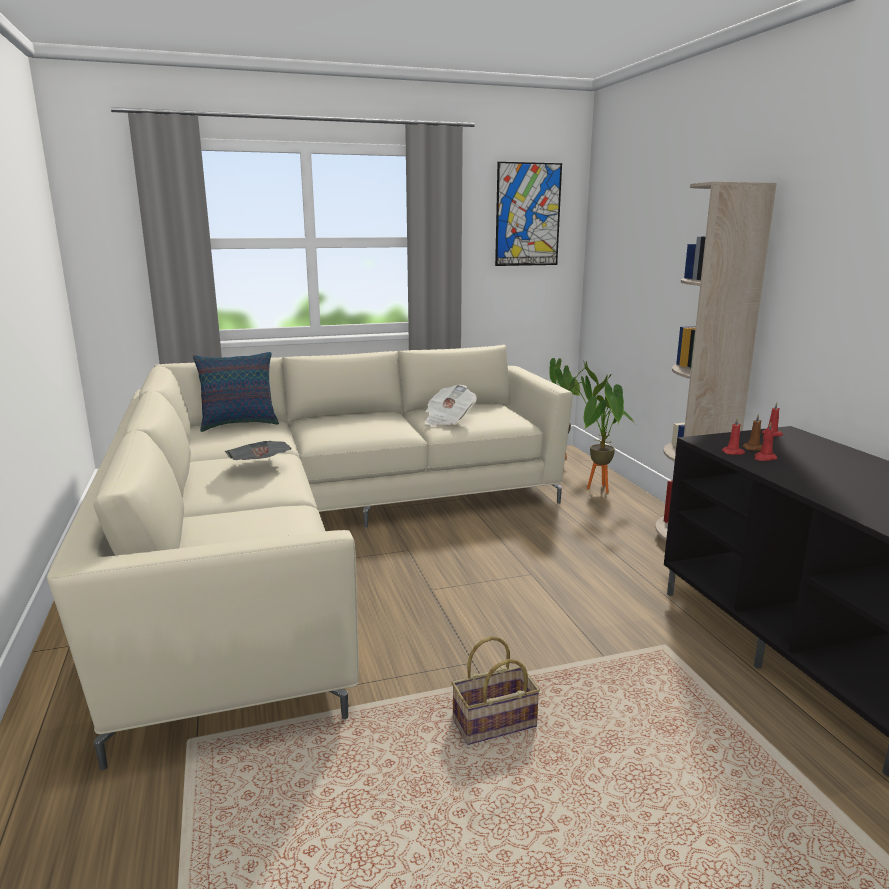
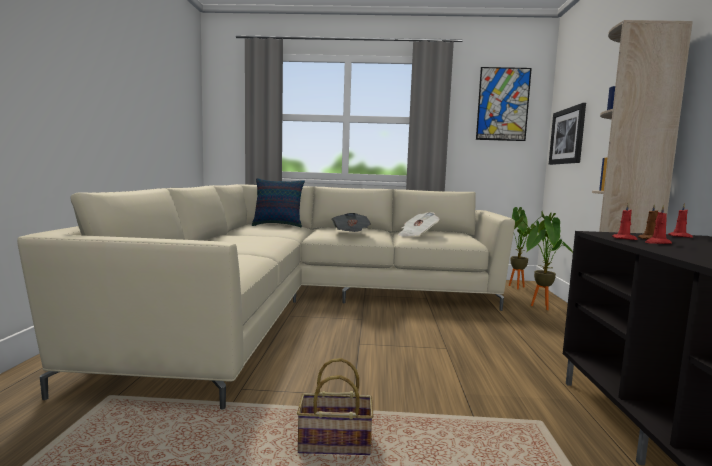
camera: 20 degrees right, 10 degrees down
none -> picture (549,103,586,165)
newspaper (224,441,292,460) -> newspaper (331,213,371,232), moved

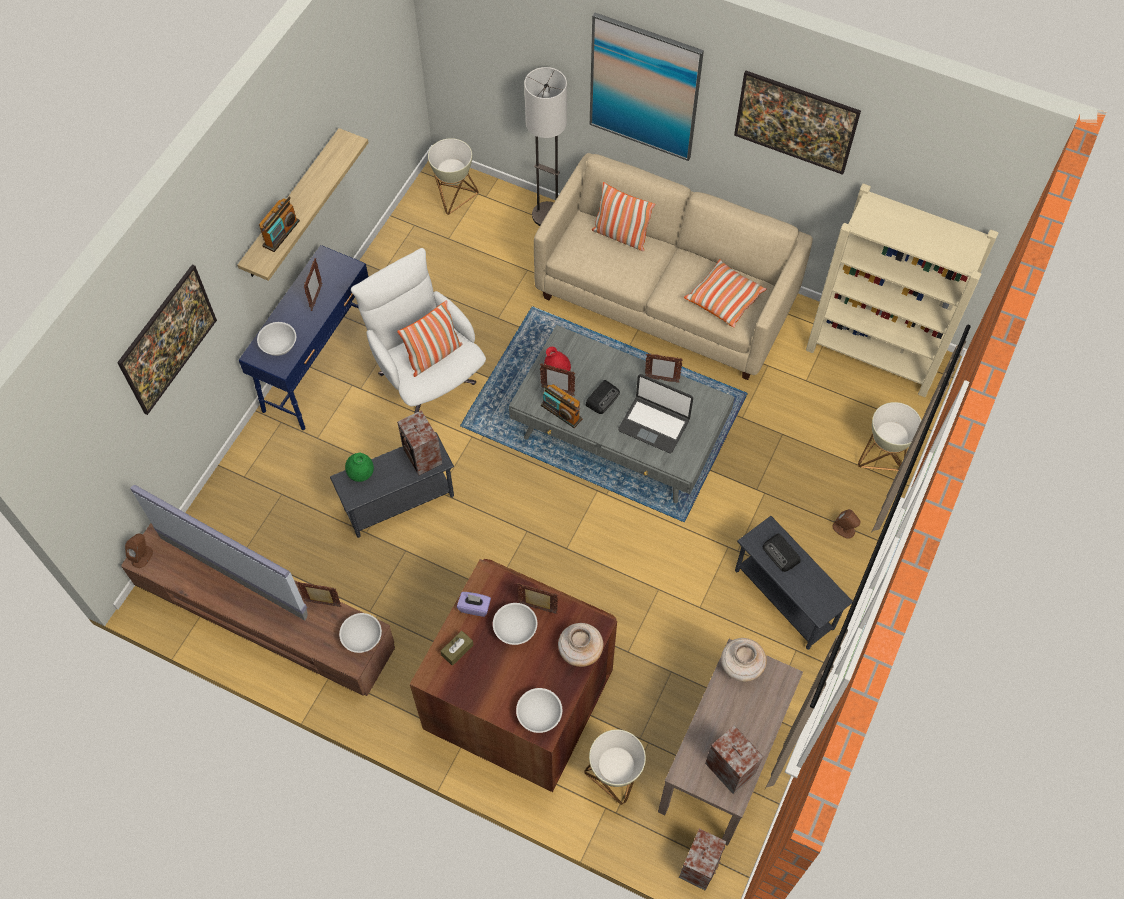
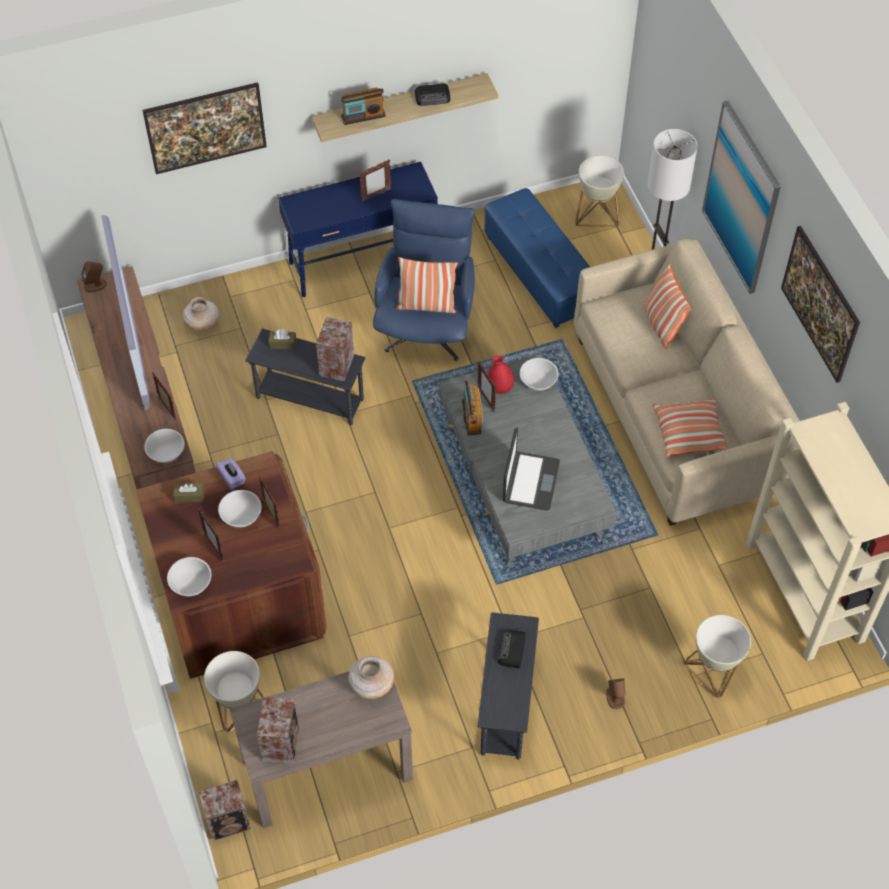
camera: 45 degrees right, 5 degrees down
none -> blue_ottoman (484,188,590,328)
white_bowl (257,322,296,356) -> white_bowl (520,358,558,391), moved
beige_vase (558,623,603,667) -> beige_vase (183,297,220,332), moved
radio (586,380,620,414) -> radio (415,84,450,106), moved
picture_frame (645,353,683,383) -> picture_frame (198,509,225,562), moved
green_vase (345,453,374,482) -> brown_tissue_box (269,329,296,349)
white_armchair (351,248,486,414) -> blue_armchair (373,199,475,361)
laptop (618,374,693,453) -> laptop (502,427,560,510), 150 degrees counterclockwise

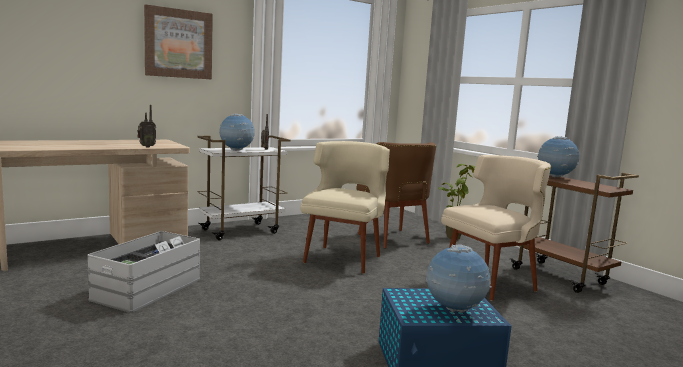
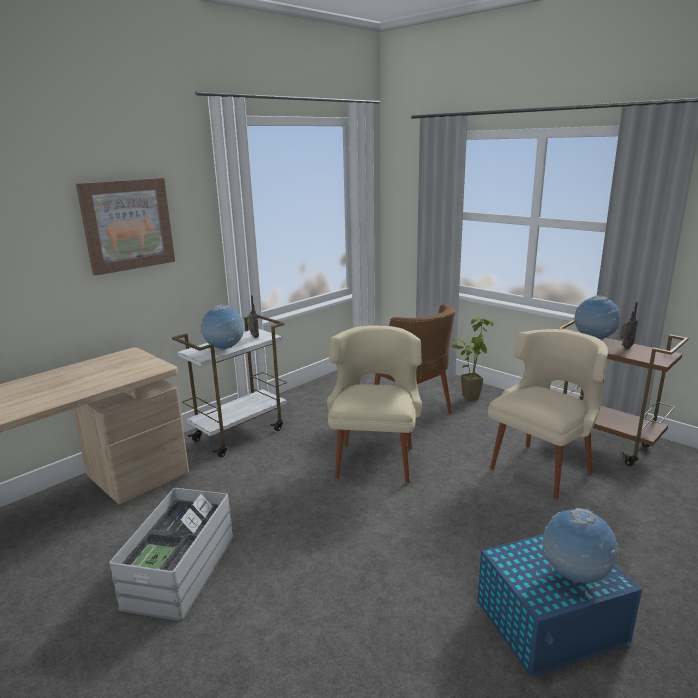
camera: 10 degrees left, 10 degrees up
radio (137,105,156,147) -> radio (620,302,638,348), moved

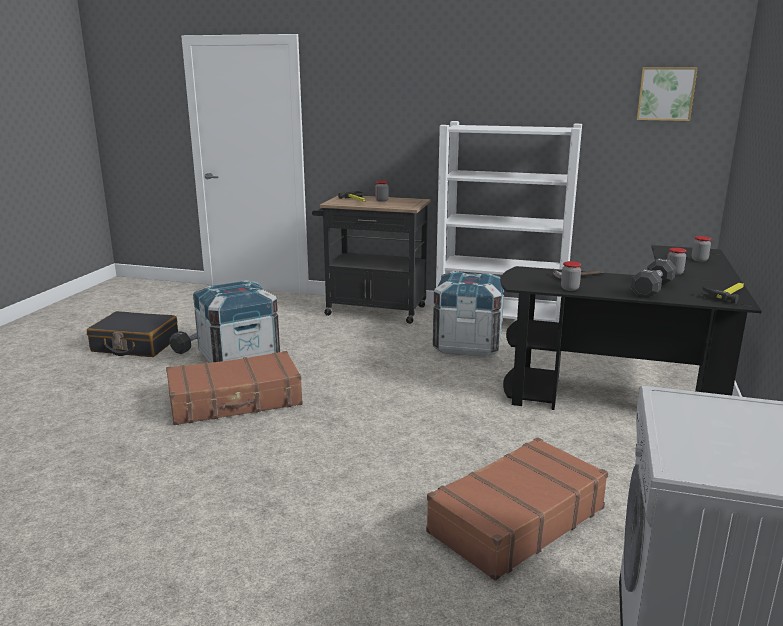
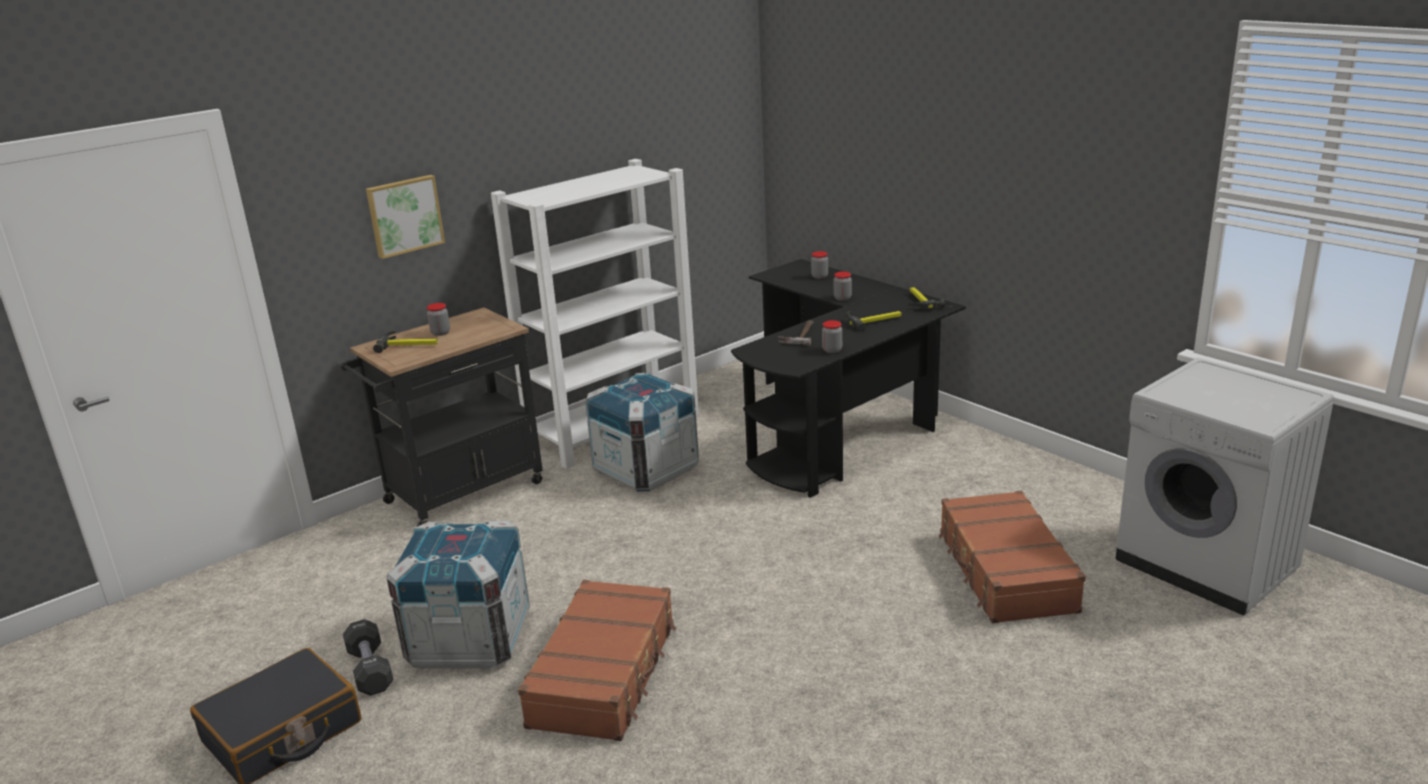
camera: 55 degrees left, 5 degrees up
picture (637,67,698,121) -> picture (366,175,445,259), moved
black_dumbbell (631,258,676,298) -> hammer (847,311,901,331)

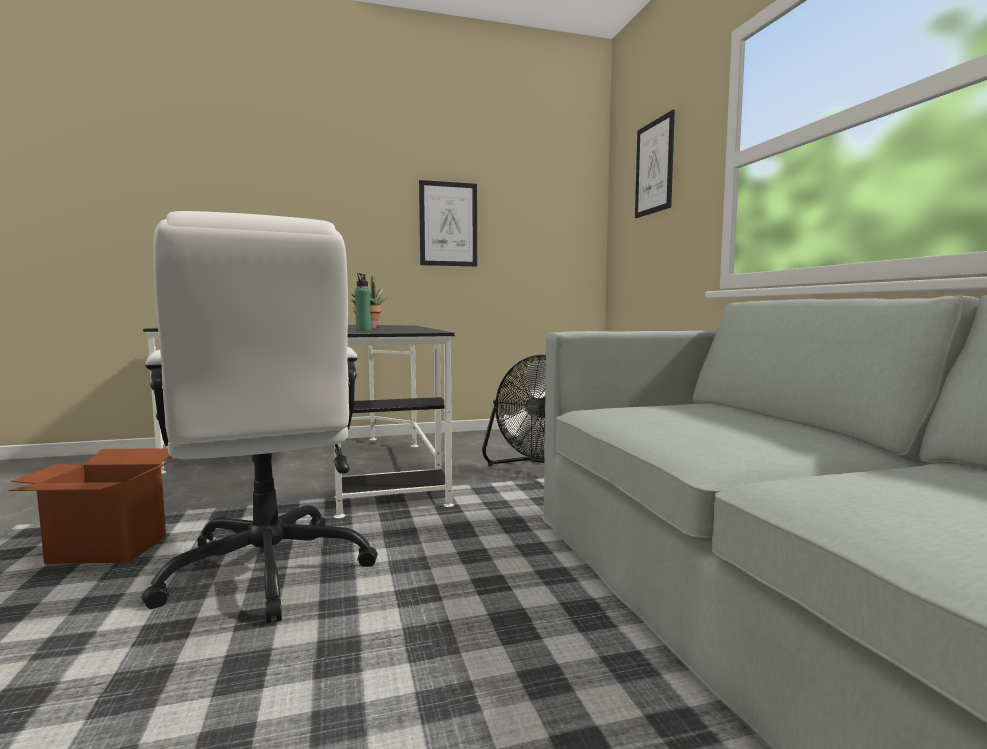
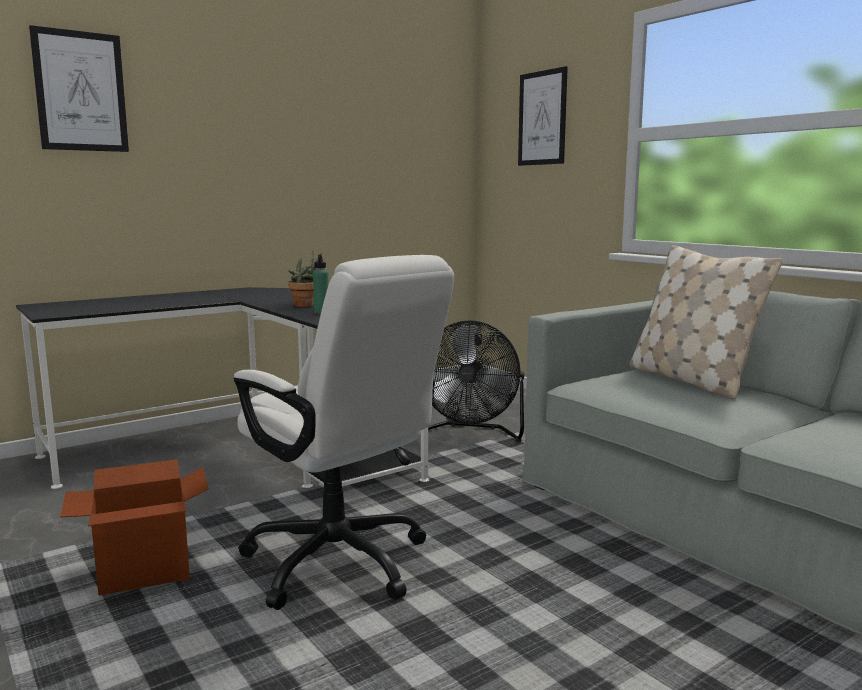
camera: 20 degrees left, 5 degrees up
none -> beige_pillow (629,245,783,399)
picture (419,180,477,266) -> picture (29,25,129,152), moved

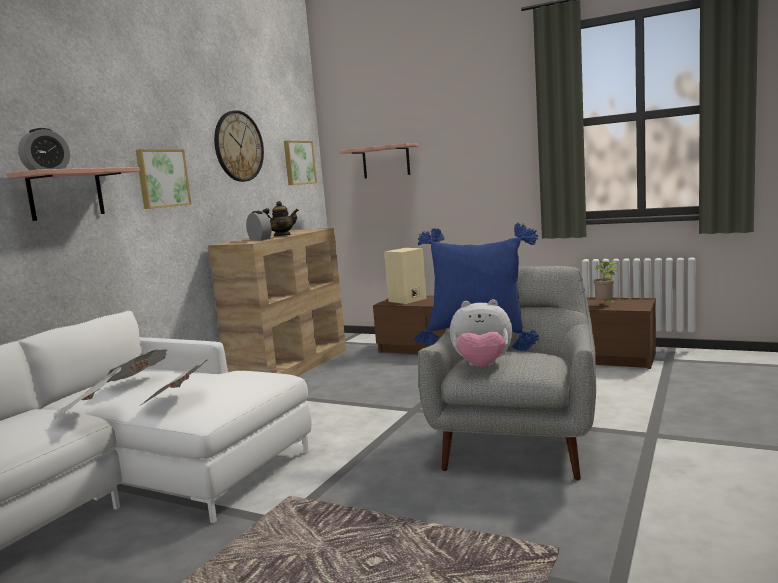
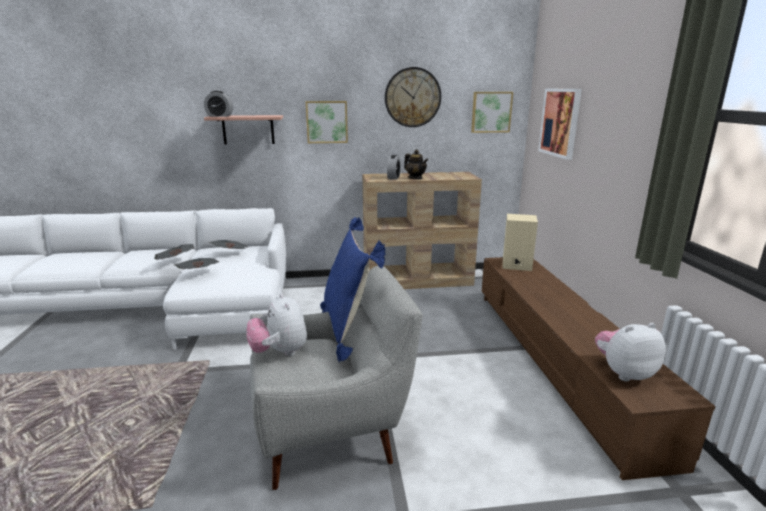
camera: 55 degrees right, 10 degrees up
shelf (339,143,418,178) -> picture (538,88,582,160)
potted_plant (594,261,618,303) -> plush_toy (595,323,666,381)

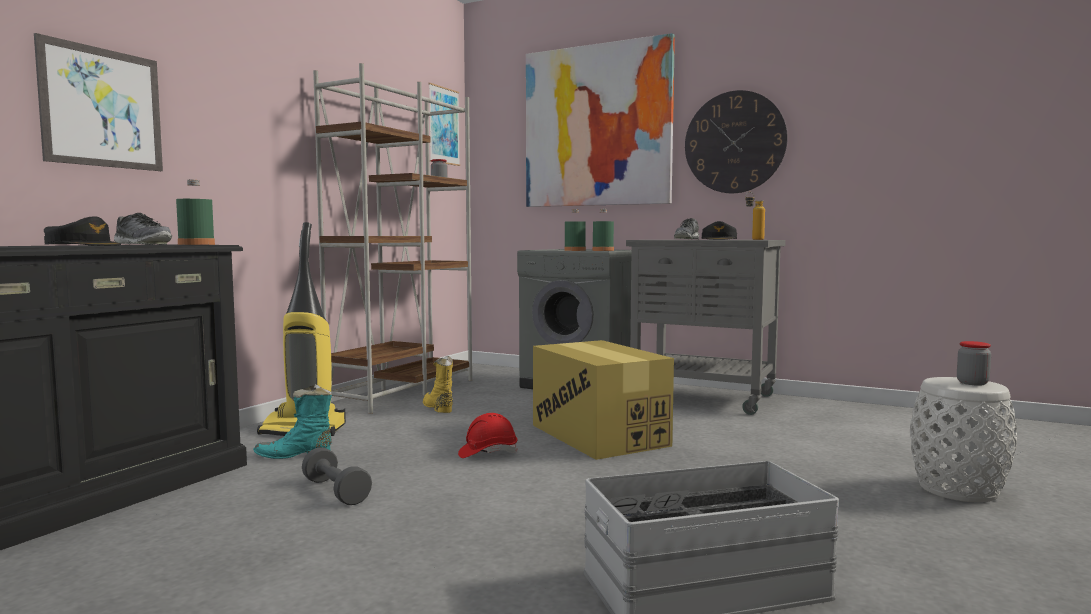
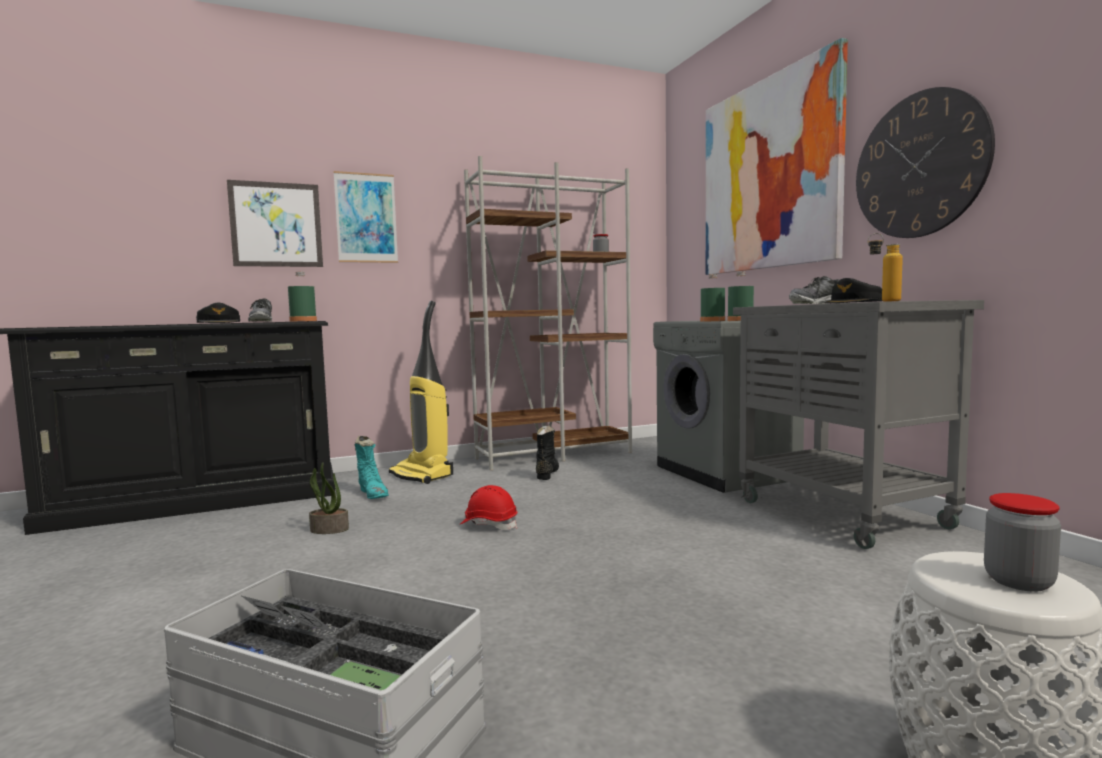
camera: 40 degrees right, 0 degrees up
cardboard_box (533,340,674,460) -> none
picture (428,83,460,166) -> picture (333,171,398,263), moved
grey_dumbbell (302,447,372,505) -> potted_plant (309,462,349,534)
yellow_boot (423,356,453,413) -> black_boot (536,425,559,480)
turquoise_boot (253,384,332,459) -> turquoise_boot (355,436,389,499), 150 degrees counterclockwise

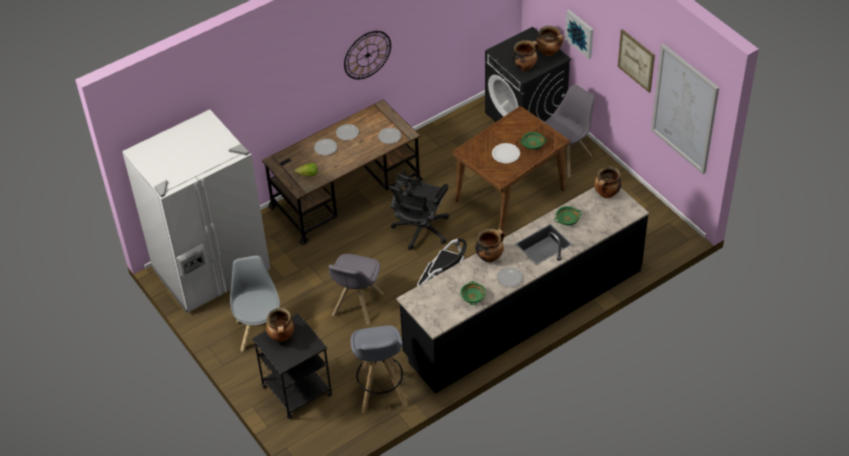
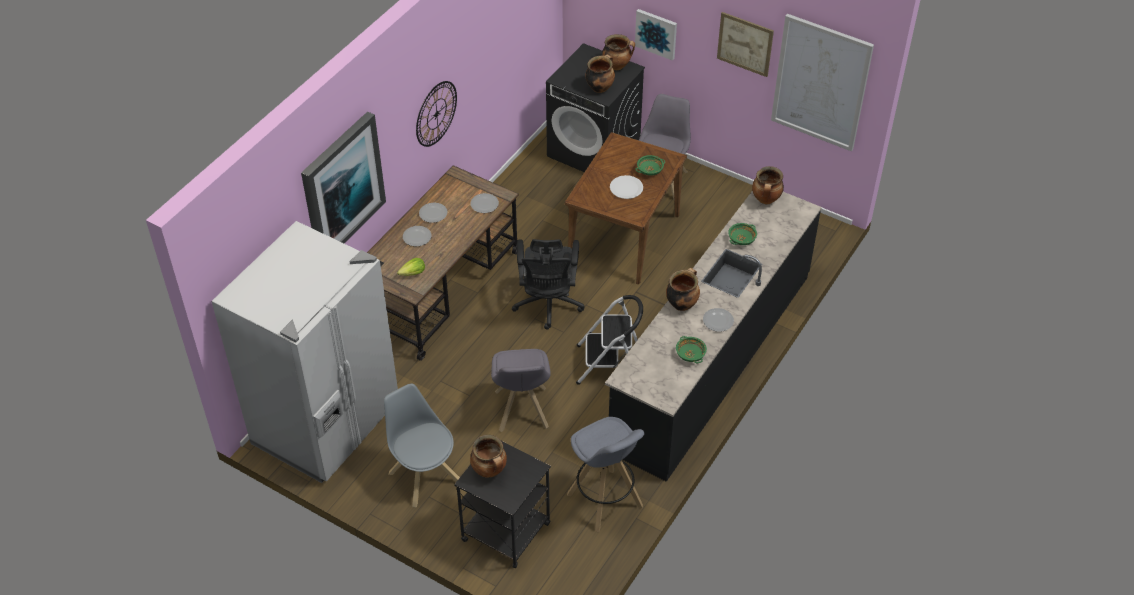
camera: 25 degrees left, 0 degrees up
none -> picture (301,112,386,243)

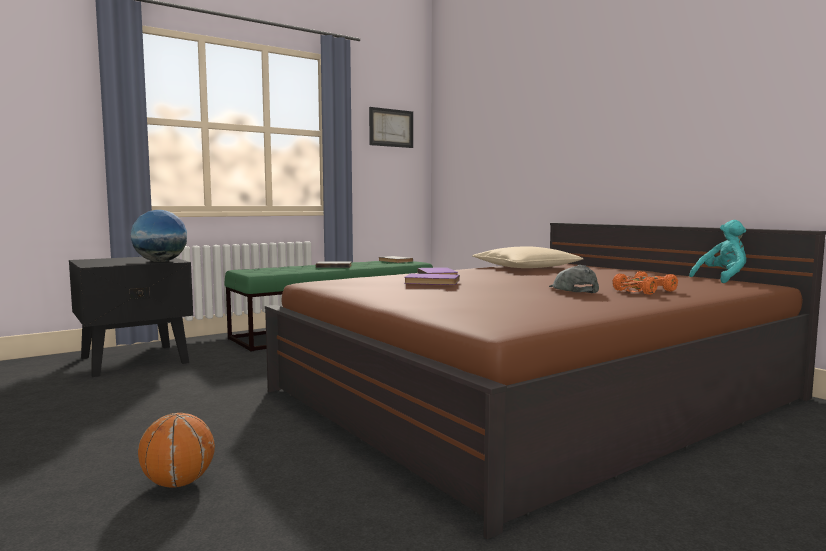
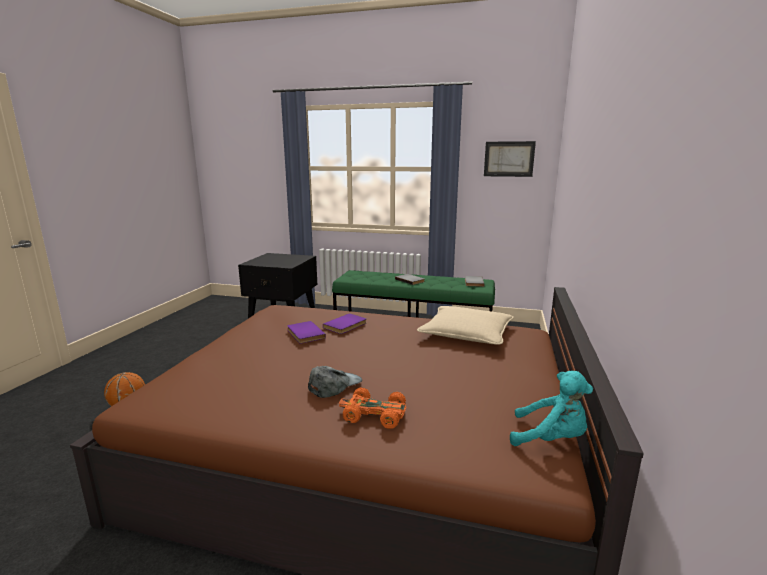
camera: 50 degrees right, 10 degrees up
globe (131,210,187,262) -> none

